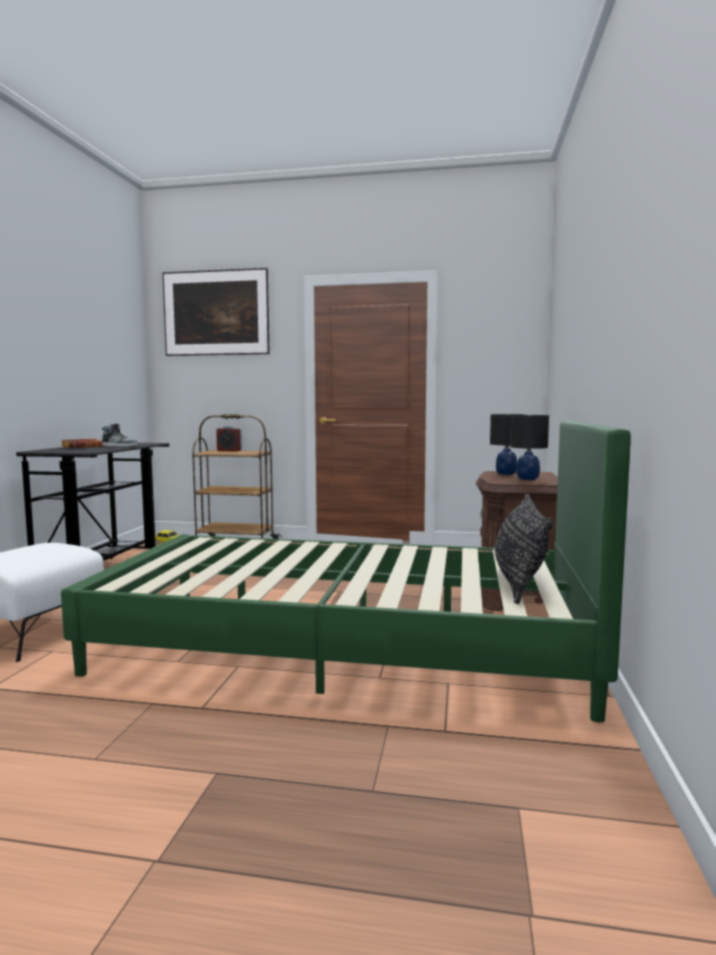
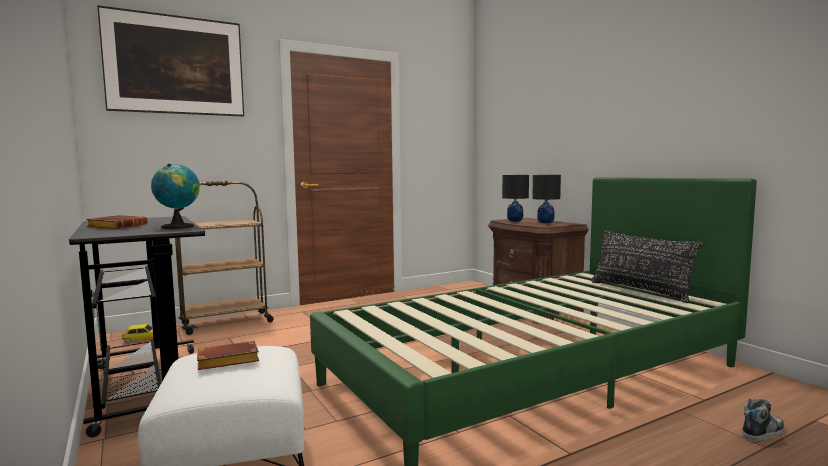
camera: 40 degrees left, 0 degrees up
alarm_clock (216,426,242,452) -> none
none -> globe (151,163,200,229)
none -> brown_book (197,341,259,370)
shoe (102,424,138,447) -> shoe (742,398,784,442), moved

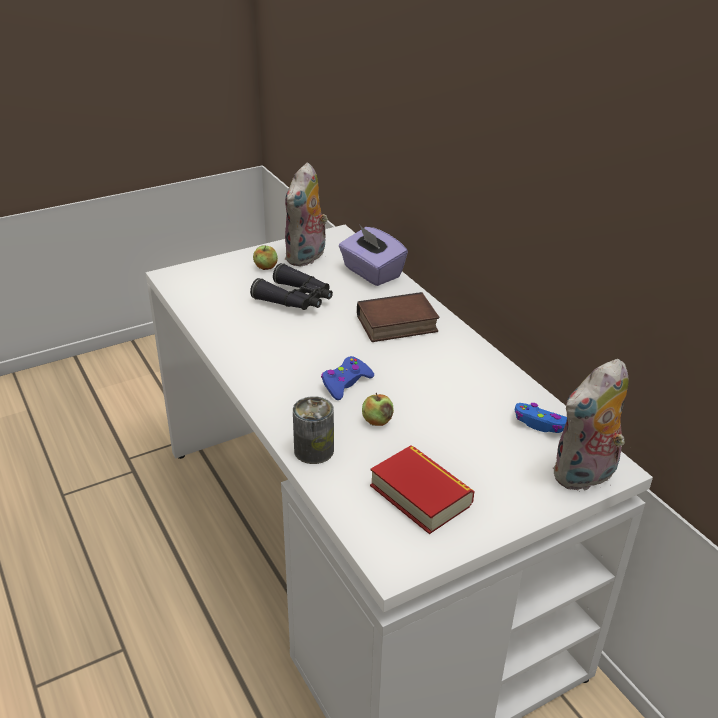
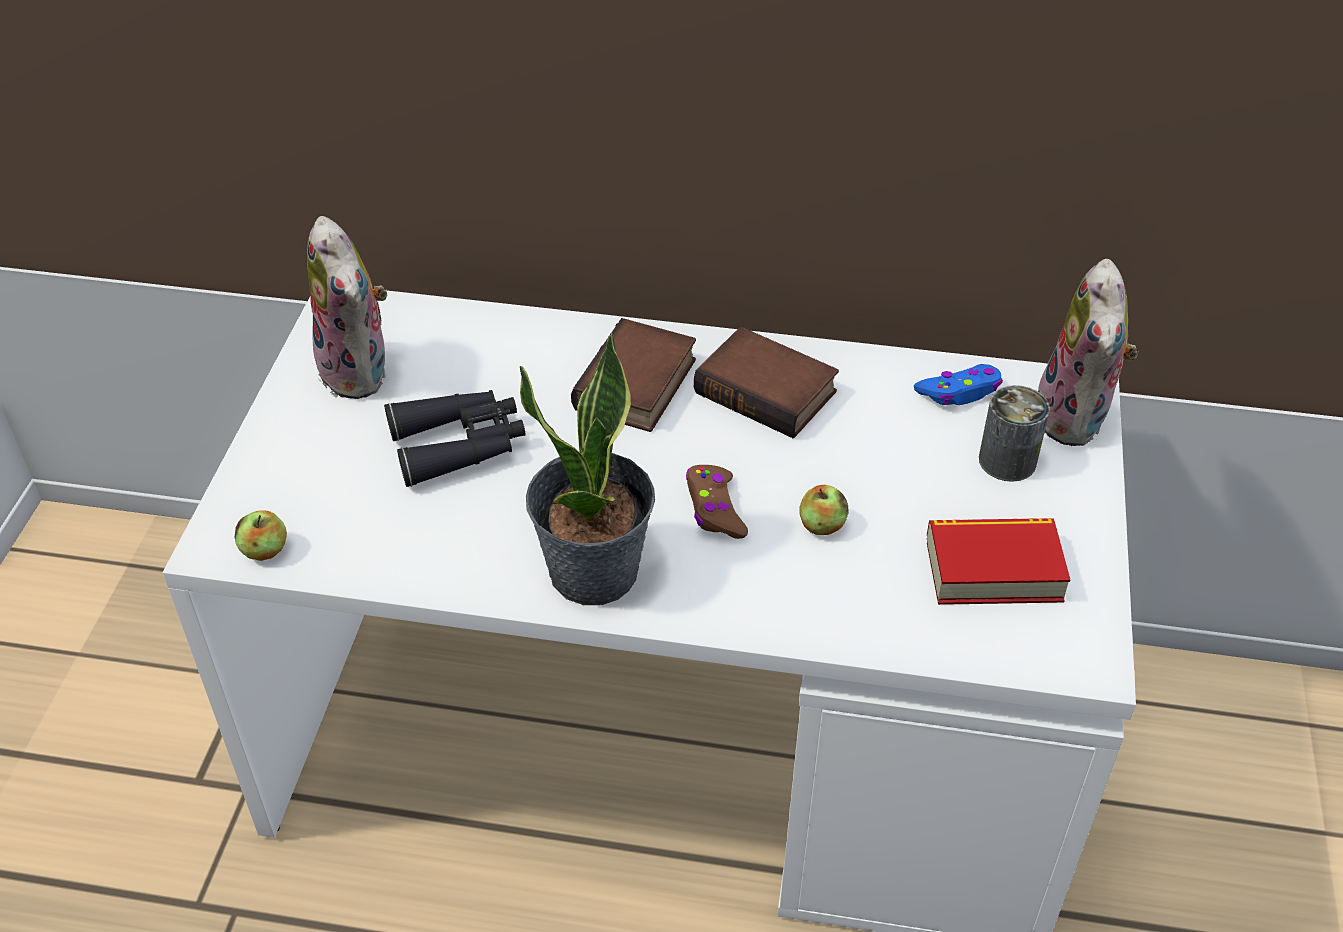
camera: 50 degrees left, 10 degrees up
purple_tissue_box (339,226,408,286) -> none
none -> potted_plant (520,334,655,605)
none -> book (694,327,839,438)
apple (253,245,278,270) -> apple (234,510,287,561), moved
can (293,396,334,464) -> can (979,385,1050,482), moved
blue_game_controller (321,356,374,400) -> brown_game_controller (686,465,748,539)

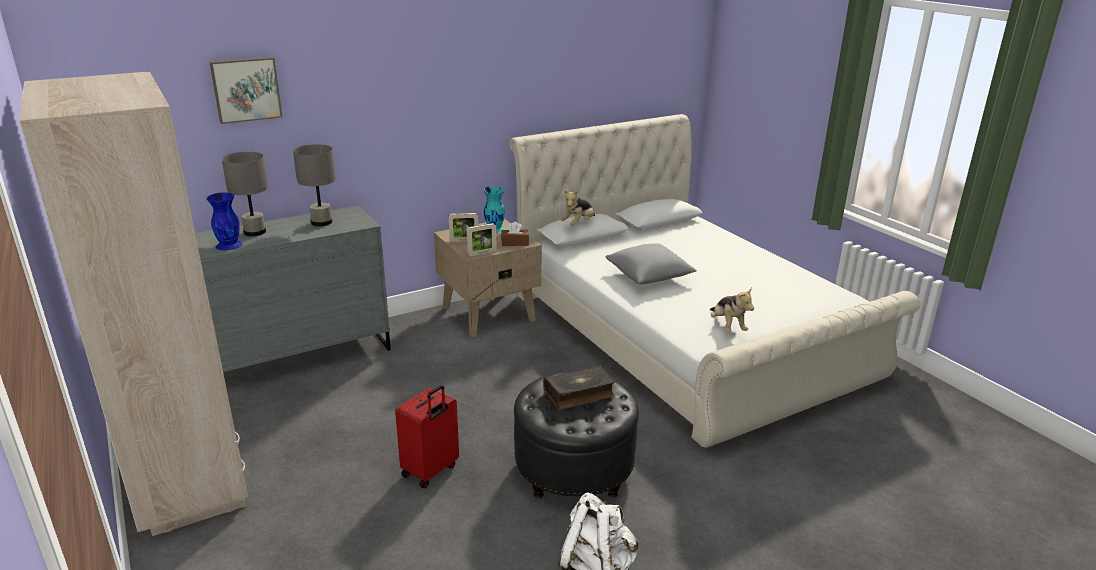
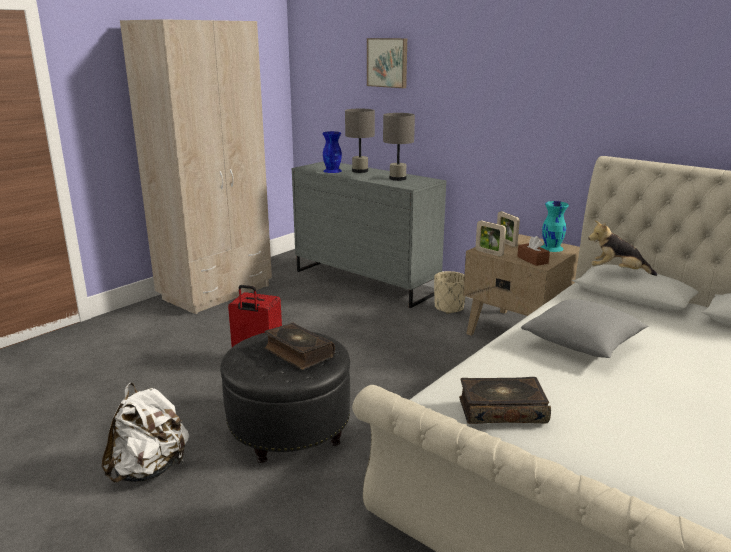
camera: 70 degrees right, 5 degrees down
none -> beige_planter (434,271,465,314)
plush_toy (710,287,754,331) -> book (459,377,551,424)

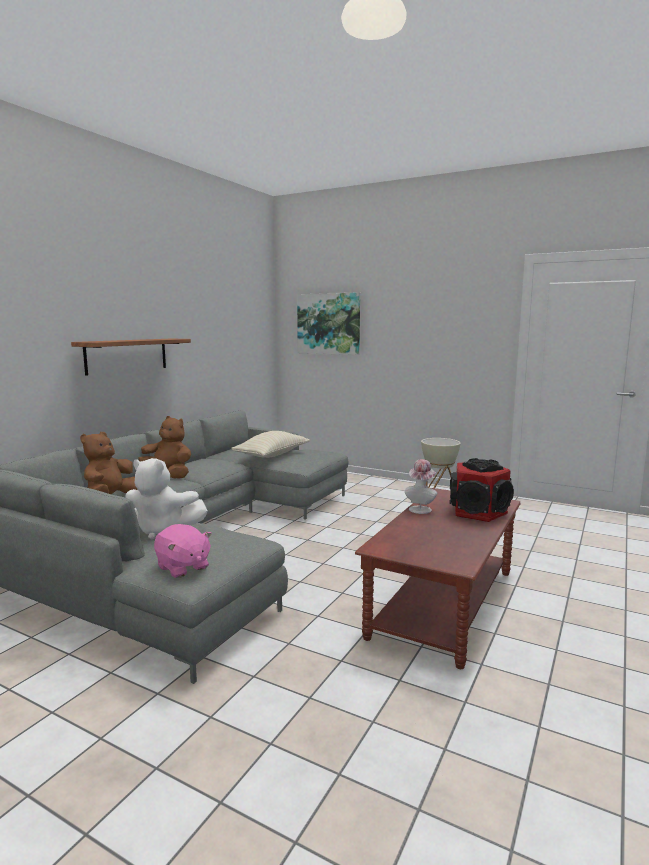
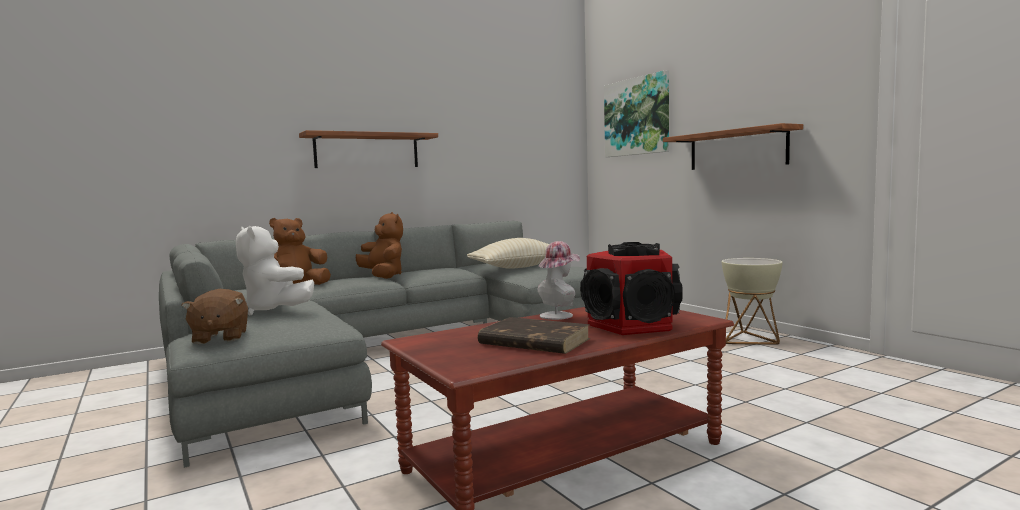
camera: 30 degrees right, 5 degrees down
none -> brown_book (478,317,590,354)
none -> shelf (663,123,803,170)
pink_plush_toy (154,524,212,578) -> brown_plush_toy (181,289,248,344)

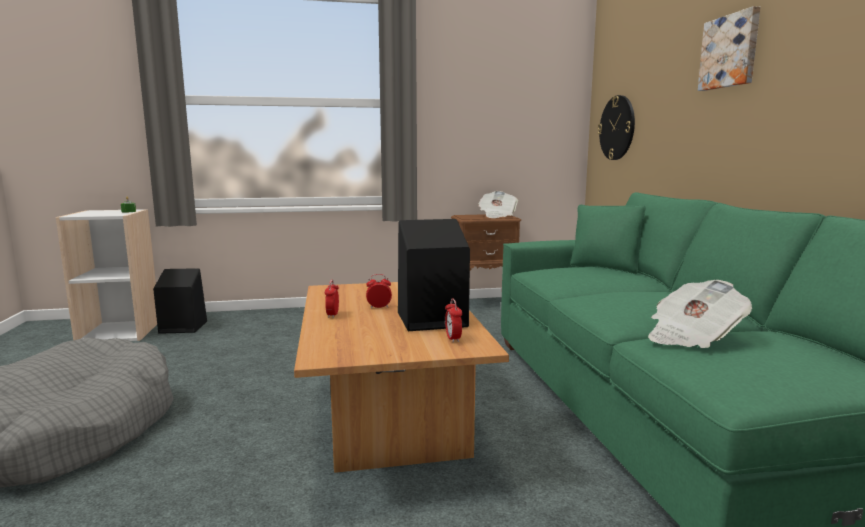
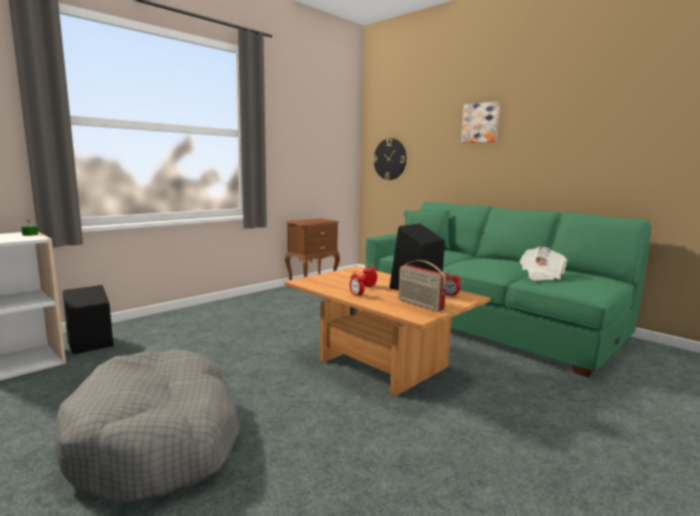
camera: 35 degrees left, 0 degrees up
newspaper (478,191,518,218) -> none
none -> radio (398,260,447,312)

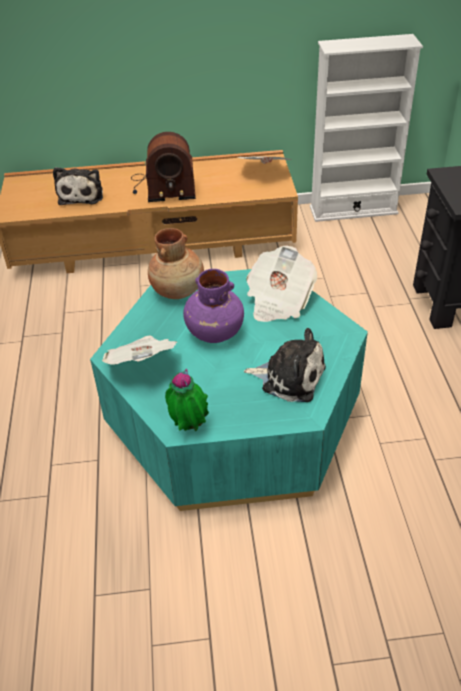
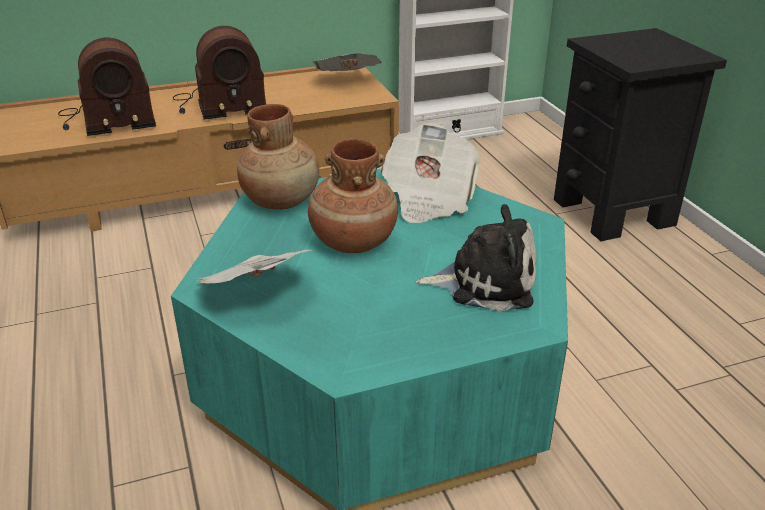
camera: 15 degrees left, 10 degrees down
potted_plant (165,368,209,431) -> none
plush_toy (53,167,103,205) -> radio (58,38,156,136)
purple_vase (183,269,244,343) -> brown_vase (308,138,398,253)

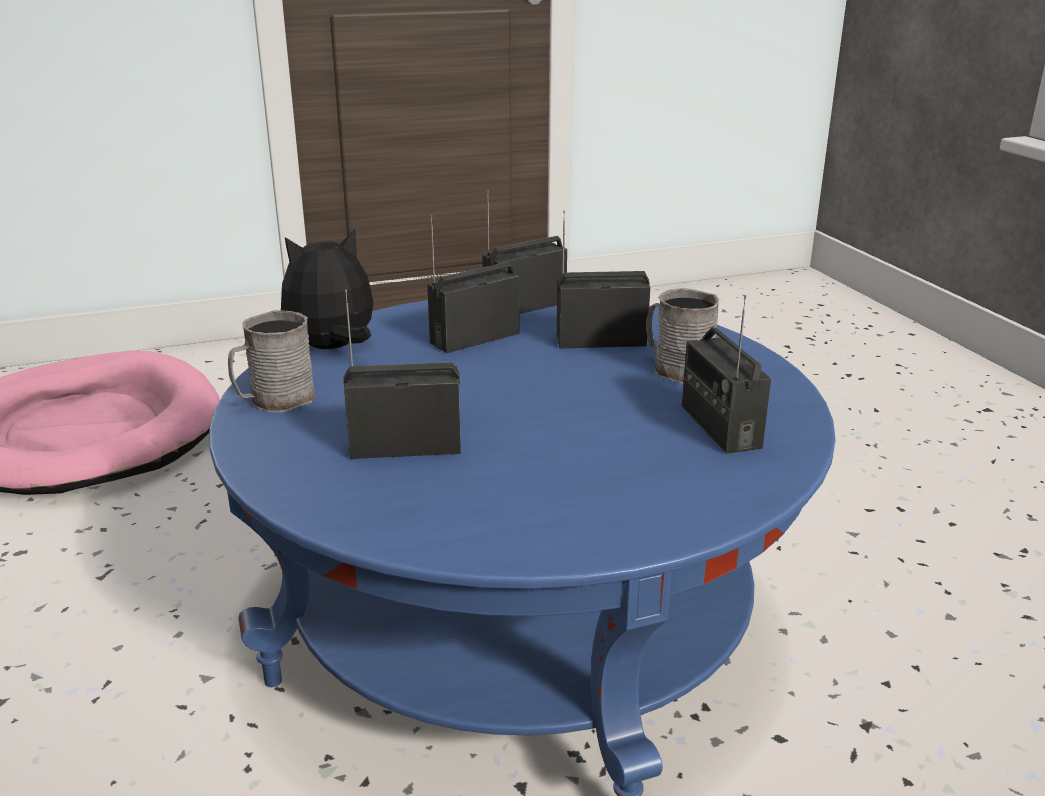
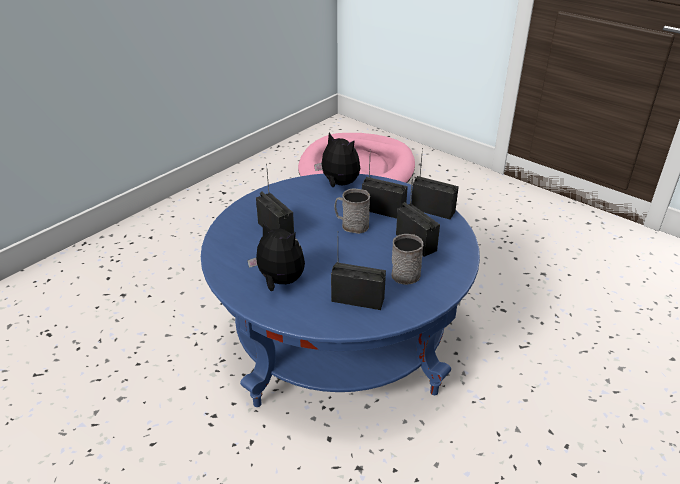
camera: 60 degrees right, 10 degrees up
none -> plush_toy (247,221,305,291)
grey_mug (228,310,315,413) -> grey_mug (334,189,370,234), moved
radio (682,295,771,454) -> radio (331,231,386,310), 60 degrees clockwise

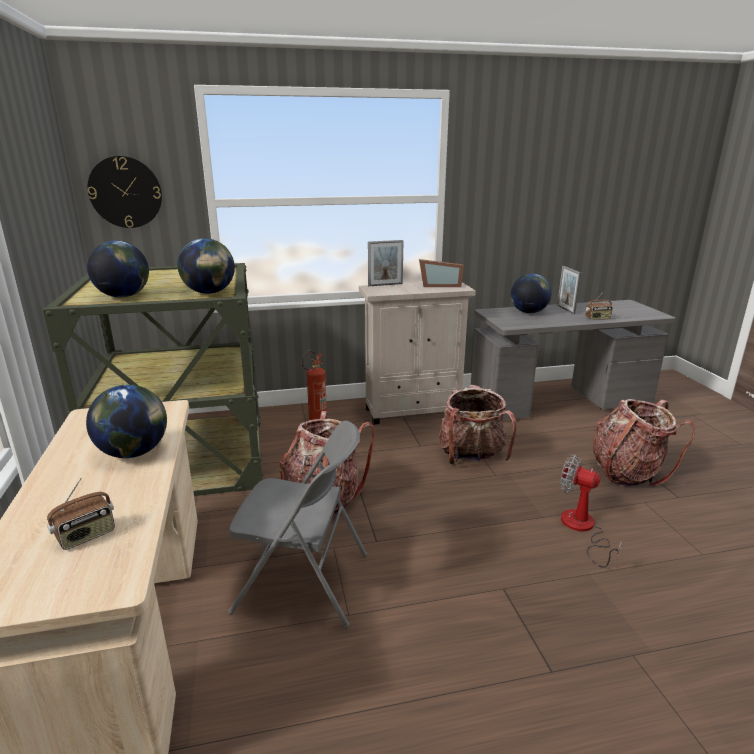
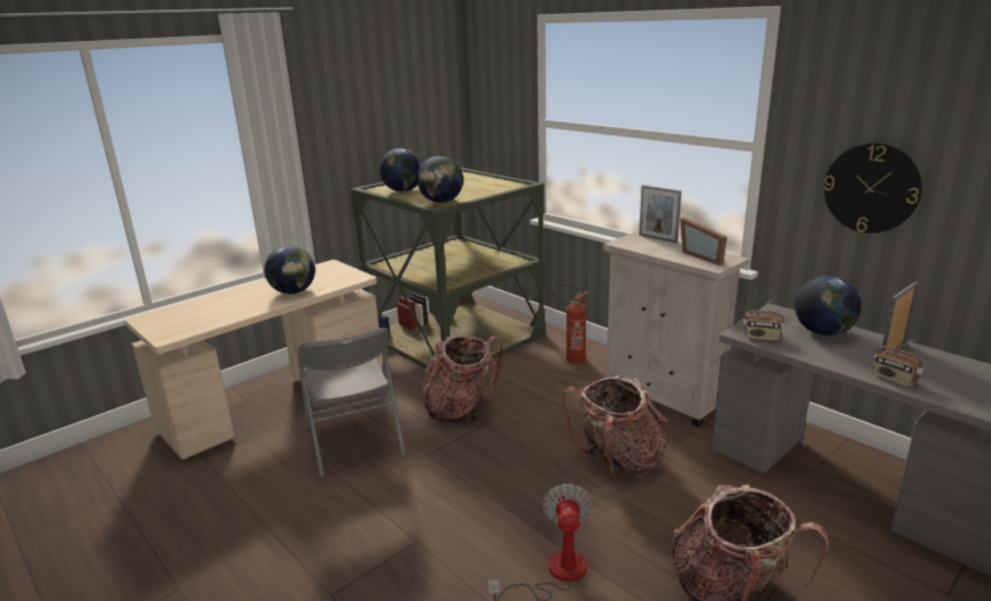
camera: 60 degrees right, 0 degrees up
radio (47,478,115,550) -> radio (743,300,784,341), moved
wall_clock (88,156,162,228) -> wall_clock (824,143,922,233), moved

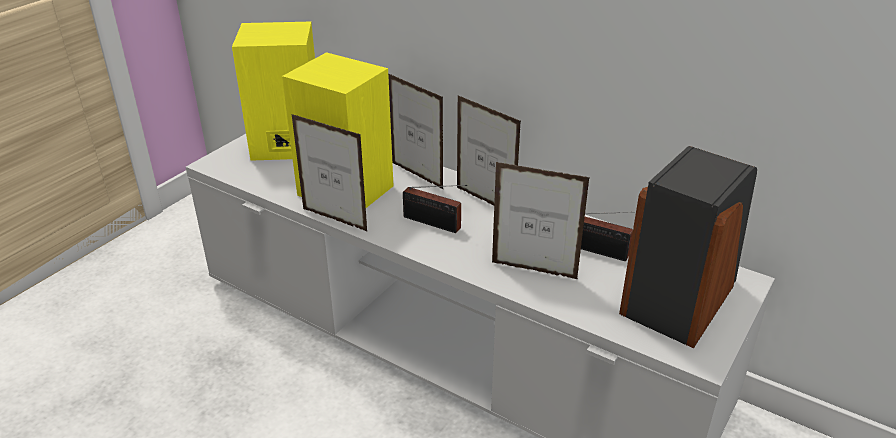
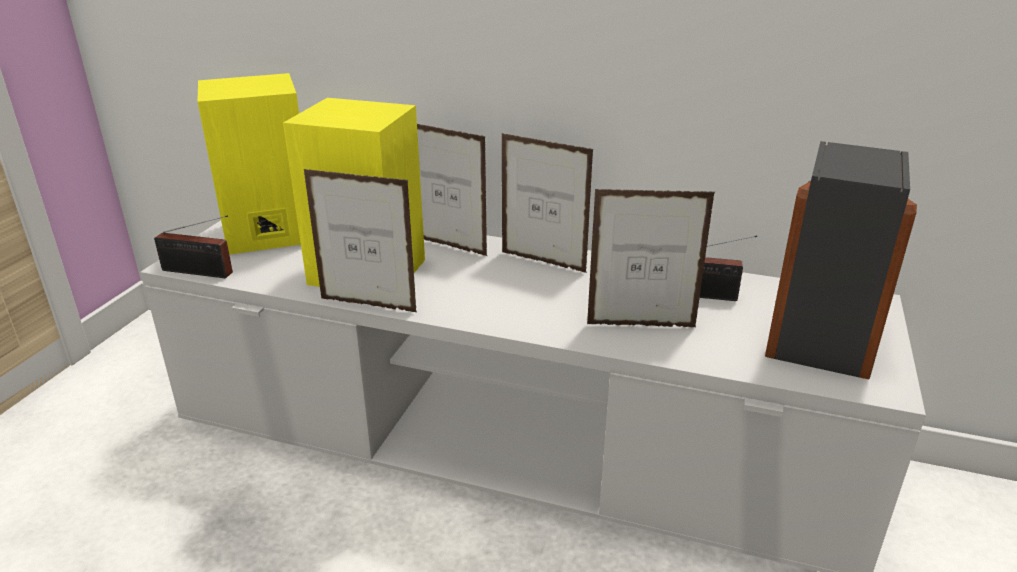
camera: 15 degrees left, 5 degrees down
radio (403,185,467,233) -> radio (154,215,233,278), moved

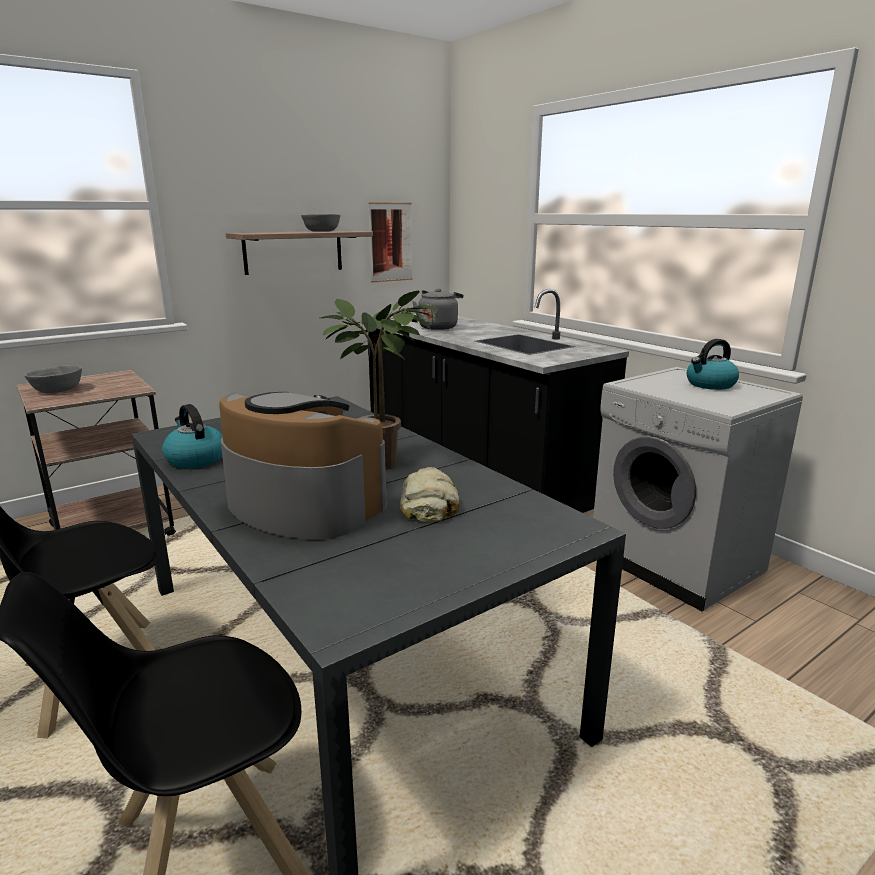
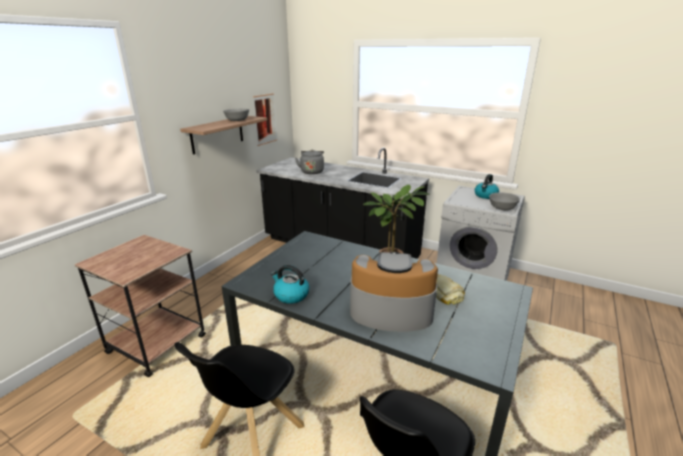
camera: 25 degrees left, 5 degrees up
grey_bowl (24,365,82,393) -> grey_bowl (489,193,520,210), moved

